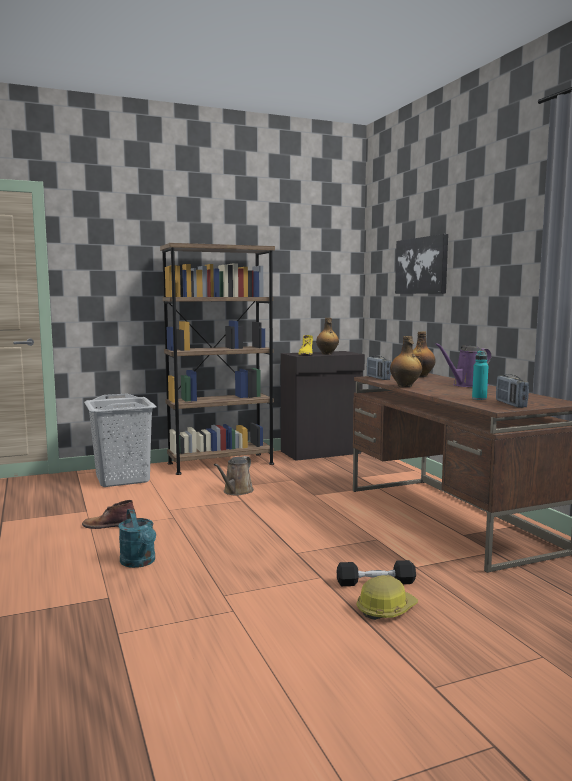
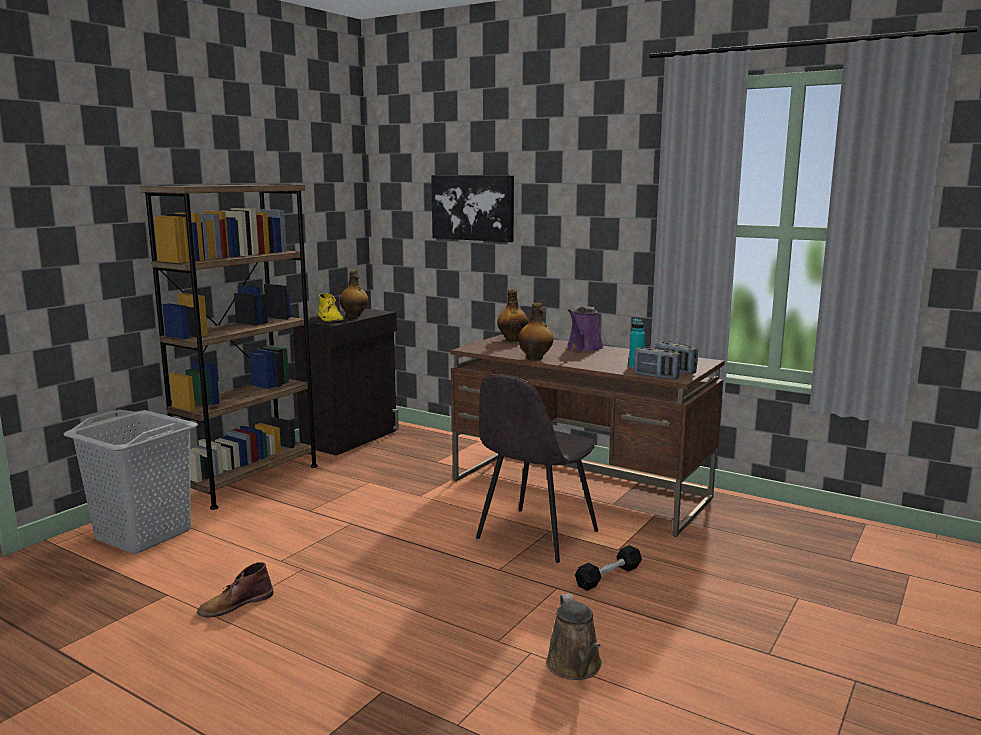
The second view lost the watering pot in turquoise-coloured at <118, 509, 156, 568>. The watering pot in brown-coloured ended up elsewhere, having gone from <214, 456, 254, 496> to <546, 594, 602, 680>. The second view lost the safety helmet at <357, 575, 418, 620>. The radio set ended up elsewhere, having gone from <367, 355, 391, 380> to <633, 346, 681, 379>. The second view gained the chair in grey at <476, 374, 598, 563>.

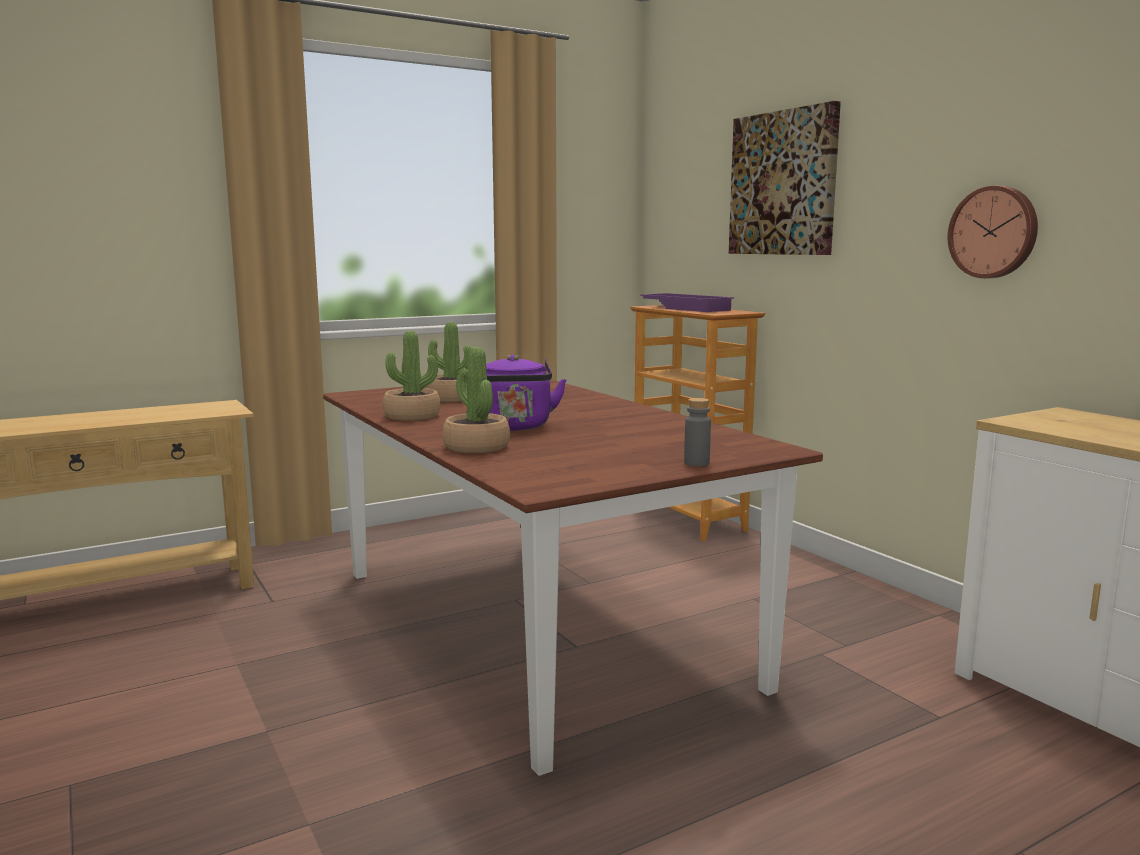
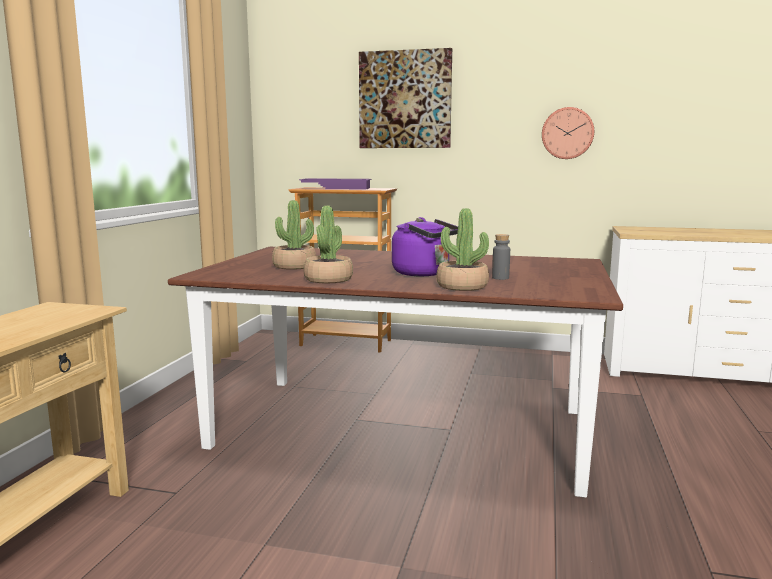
The bottle in grey ended up elsewhere, having gone from <684, 398, 711, 466> to <492, 234, 510, 280>.

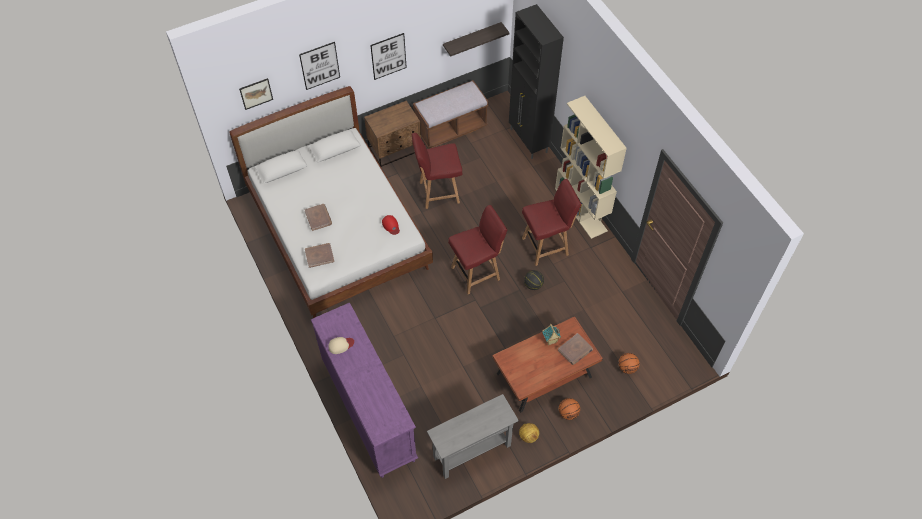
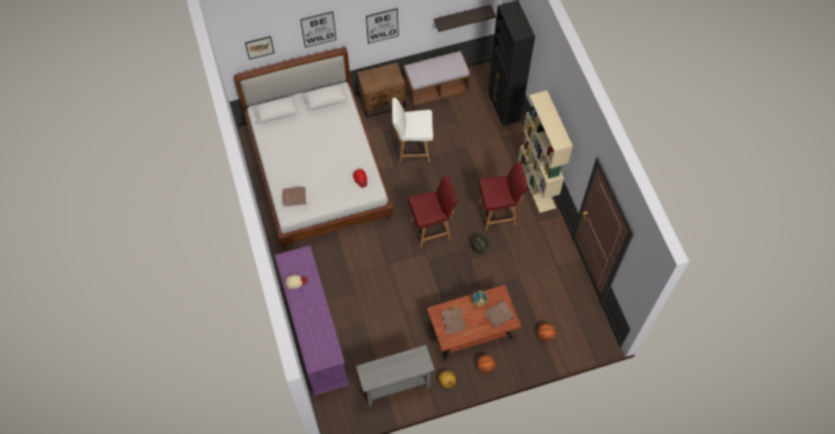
The book in brown-coloured ended up elsewhere, having gone from <305, 204, 332, 231> to <442, 308, 466, 334>. What was the chair in reddish at <412, 133, 463, 209> turned into the chair in white-coloured at <392, 98, 433, 163>.

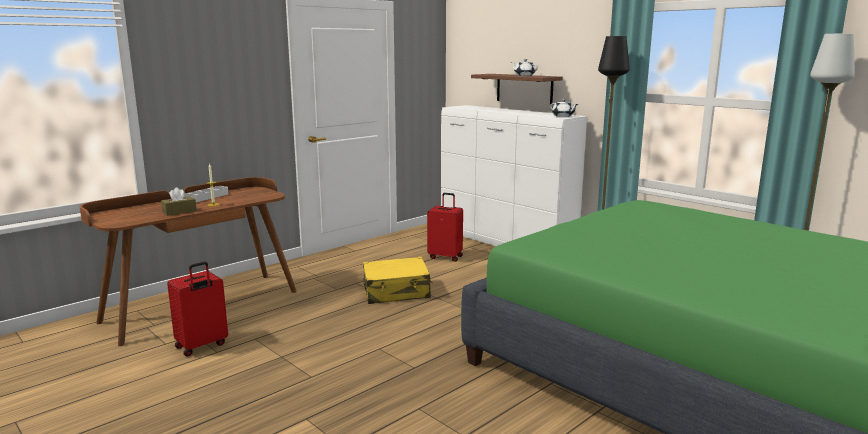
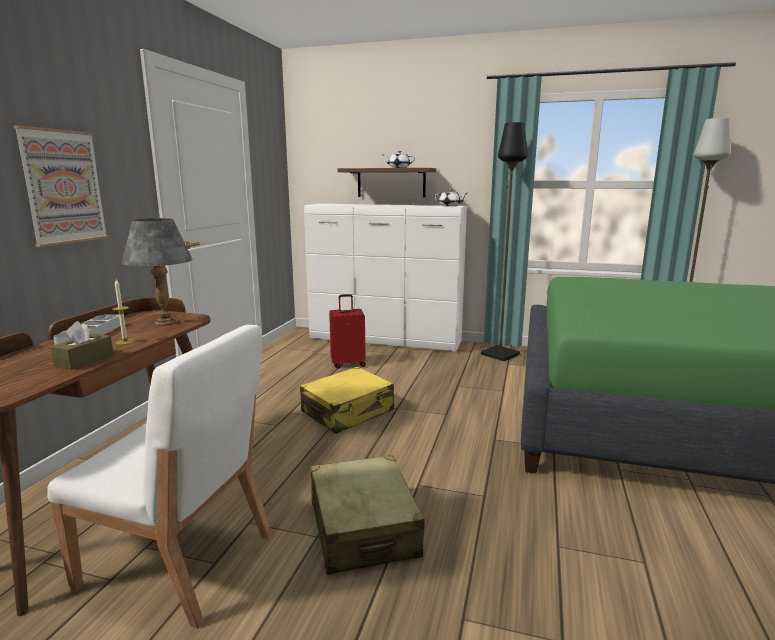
Where the suitcase in reddish stood at <167, 261, 228, 356>, the chair in white-coloured came to stand at <47, 325, 272, 628>. The second view gained the picture at <13, 125, 108, 247>. The second view gained the table lamp in grey at <122, 218, 193, 326>. The second view gained the suitcase in sand-coloured at <310, 455, 425, 575>.

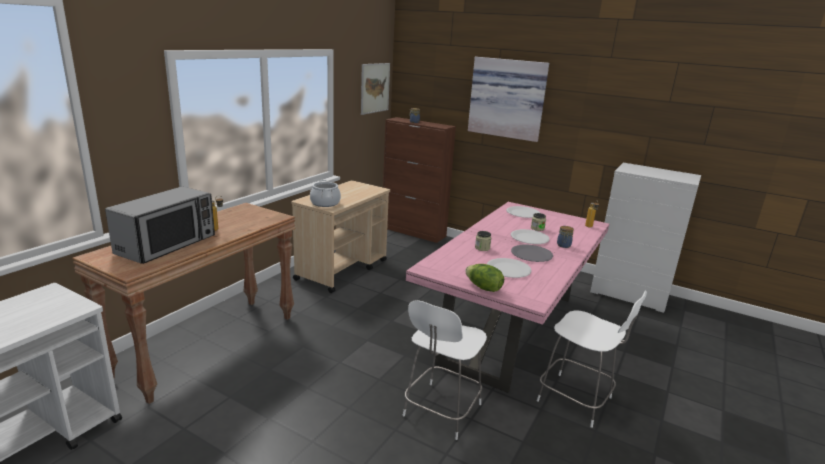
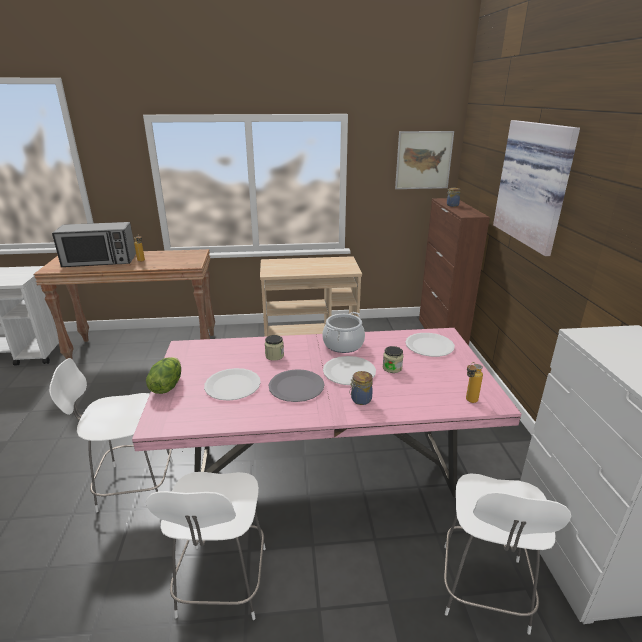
The saucepot ended up elsewhere, having gone from <310, 180, 341, 207> to <322, 312, 365, 353>. The second view gained the chair in white-coloured at <444, 473, 571, 634>.

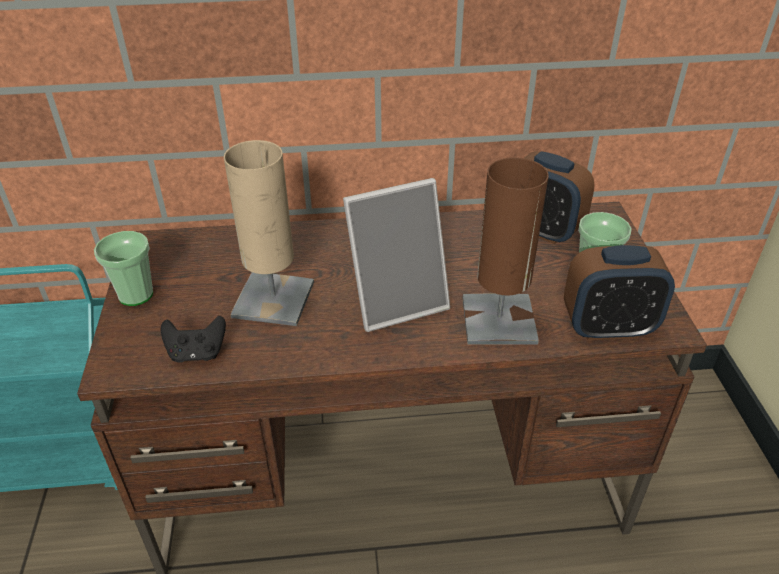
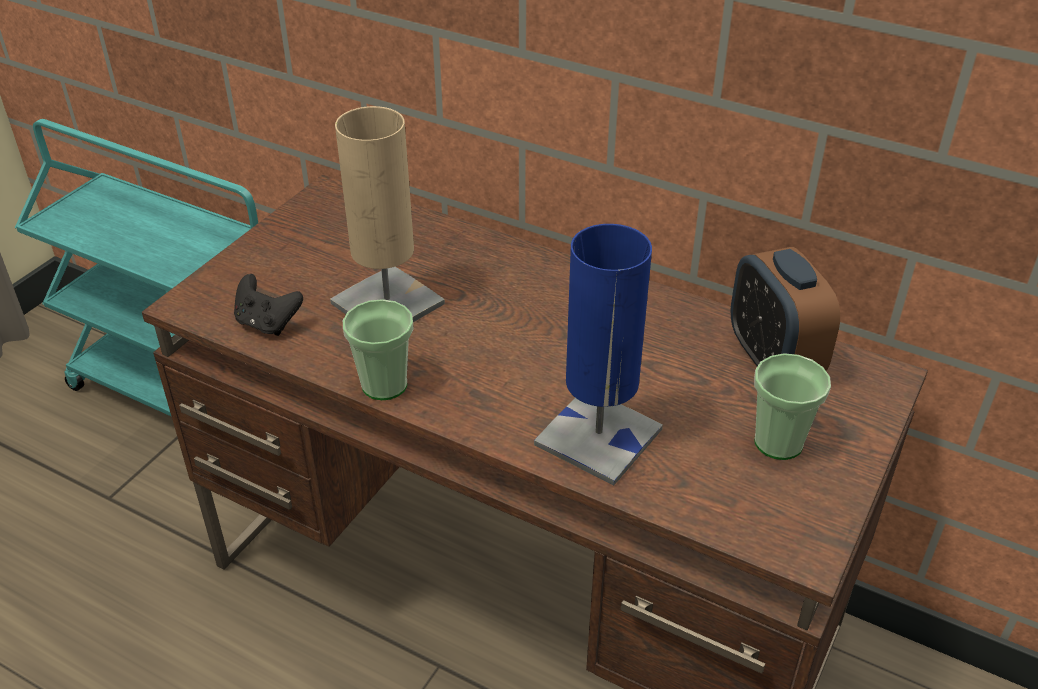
The small cup ended up elsewhere, having gone from <94, 231, 153, 306> to <343, 299, 413, 400>. The second view lost the standing frame at <343, 178, 450, 332>. What was the table lamp in brown-coloured at <462, 157, 549, 344> turned into the table lamp in bluish at <534, 224, 663, 486>. The second view lost the table clock at <564, 245, 675, 340>.

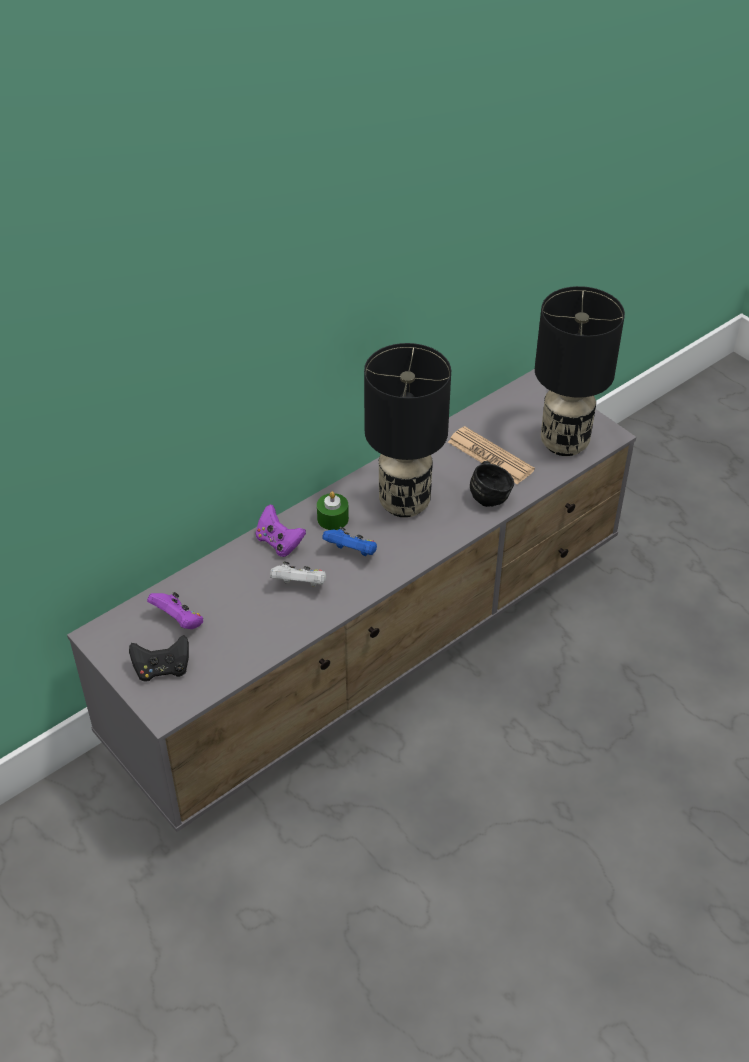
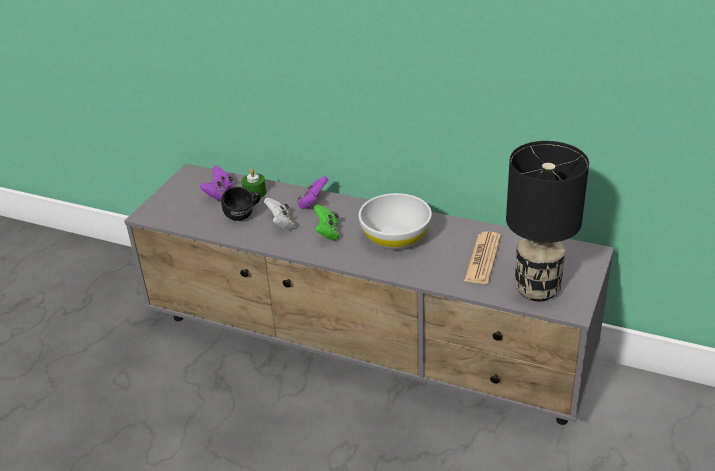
The second view lost the game controller in blackish at <129, 635, 189, 682>. The wax candle in greenish ended up elsewhere, having gone from <317, 492, 349, 530> to <242, 169, 266, 199>. What was the game controller in bluish at <322, 527, 377, 556> turned into the game controller in greenish at <314, 204, 339, 241>. Where the table lamp in blackish stood at <364, 343, 451, 518>, the deep dish in white-coloured came to stand at <359, 193, 432, 250>. The tea mug in blackish ended up elsewhere, having gone from <470, 461, 514, 507> to <221, 187, 260, 221>.

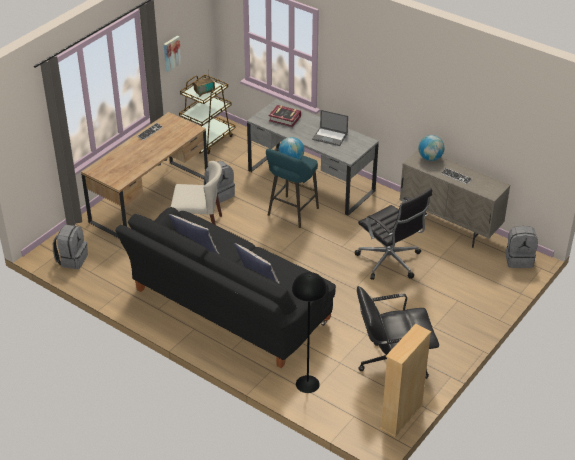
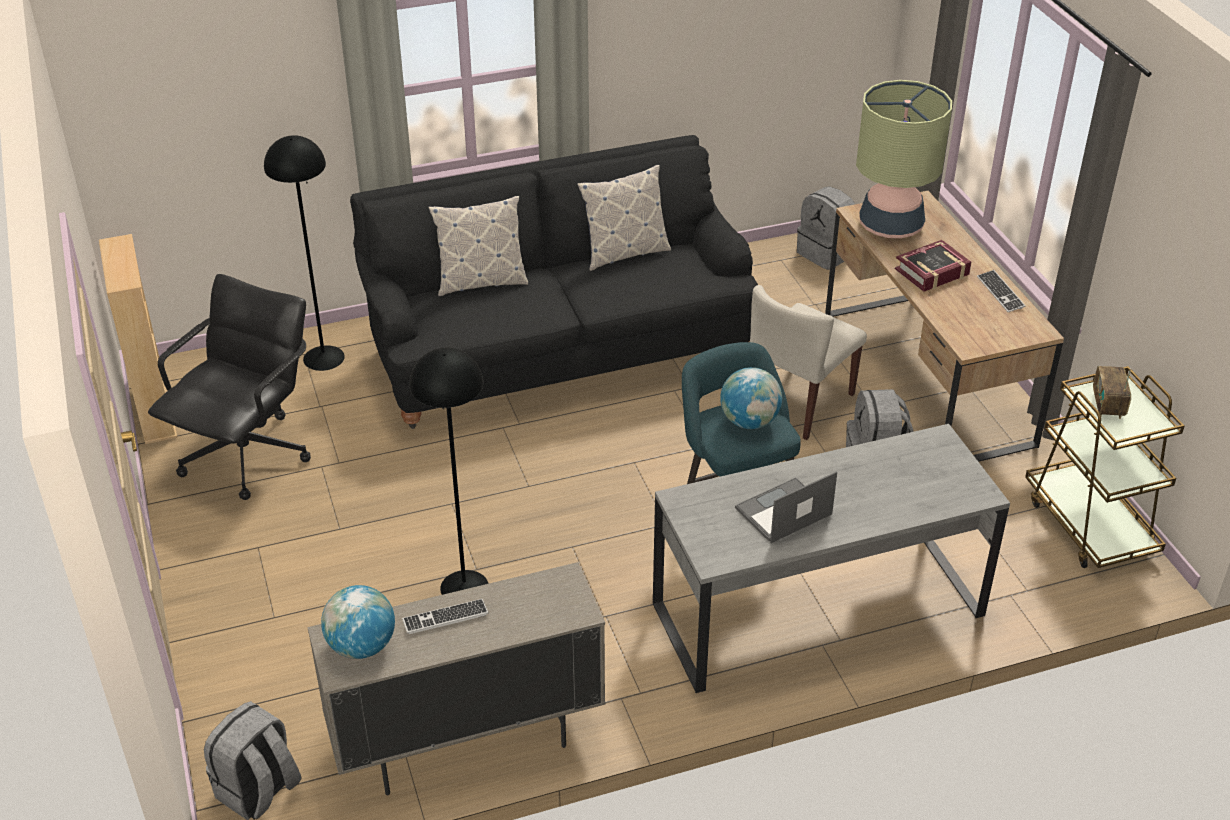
The second view lost the picture at <164, 36, 181, 72>. The book ended up elsewhere, having gone from <269, 105, 301, 127> to <895, 240, 971, 292>. Where the computer chair in blackish stood at <355, 188, 432, 280>, the standard lamp in blackish came to stand at <410, 347, 489, 595>. The world globe ended up elsewhere, having gone from <418, 135, 444, 161> to <321, 585, 395, 659>. The second view gained the table lamp at <856, 80, 952, 238>.

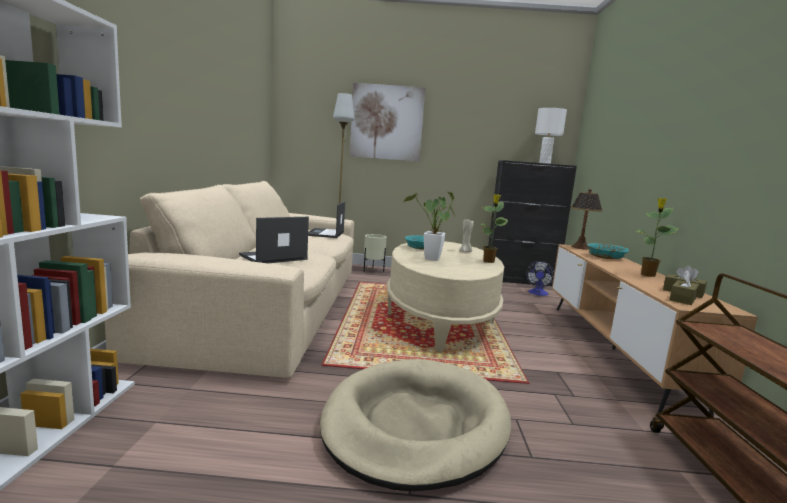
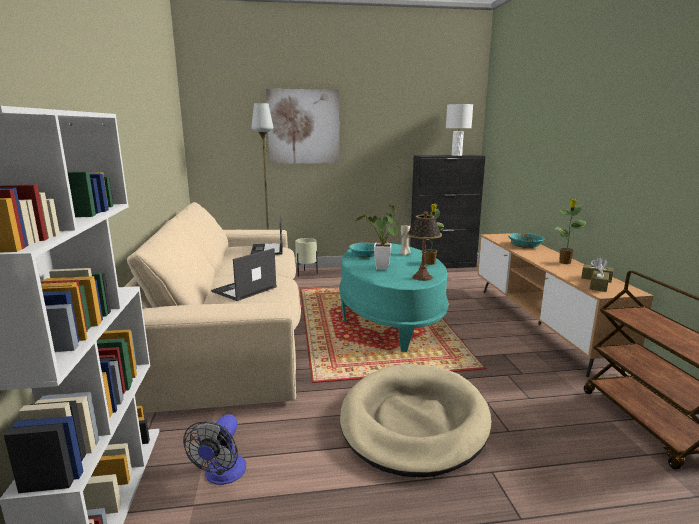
What was the low table in sand-coloured at <387, 241, 504, 352> turned into the low table in turquoise-coloured at <339, 244, 449, 352>. The electric fan ended up elsewhere, having gone from <526, 261, 554, 296> to <183, 414, 246, 485>. The table lamp ended up elsewhere, having gone from <571, 189, 603, 250> to <407, 212, 442, 281>.

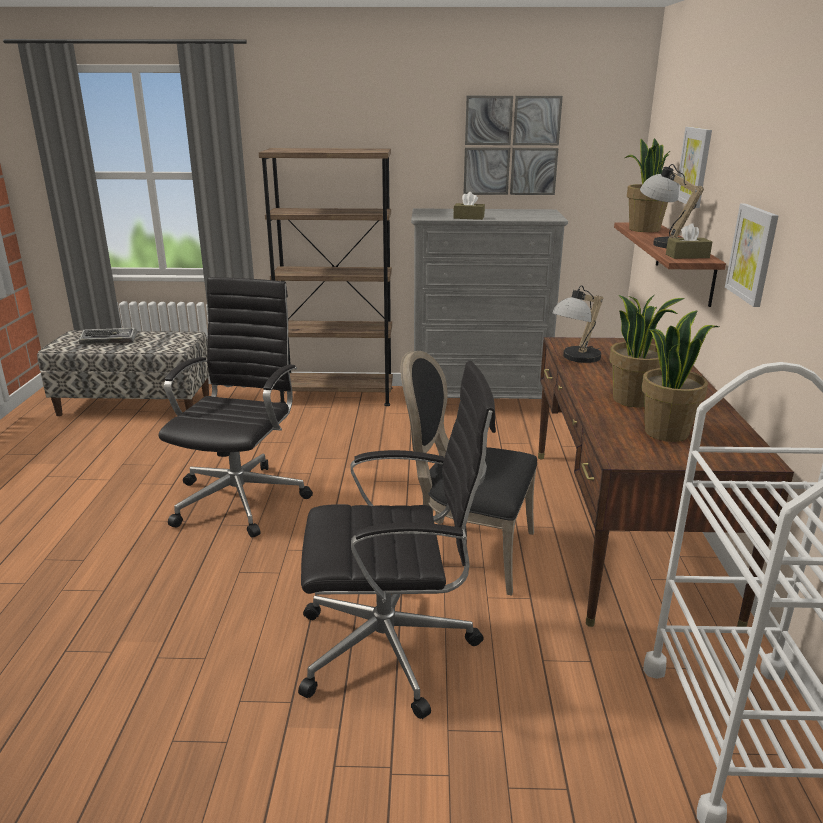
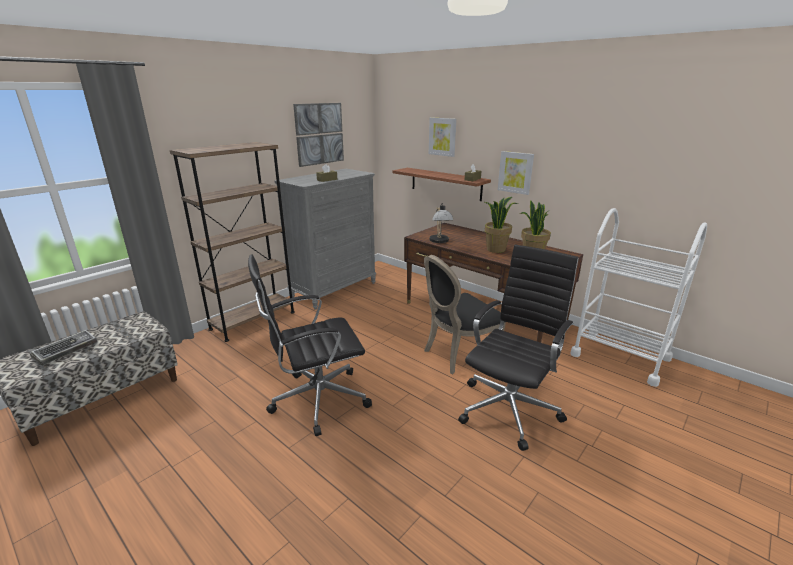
The computer chair in blackish at <159, 277, 313, 538> ended up facing another way, 75 degrees counterclockwise from before. The second view lost the plant in a pot at <625, 138, 670, 232>. The second view lost the table lamp at <640, 164, 704, 248>.

